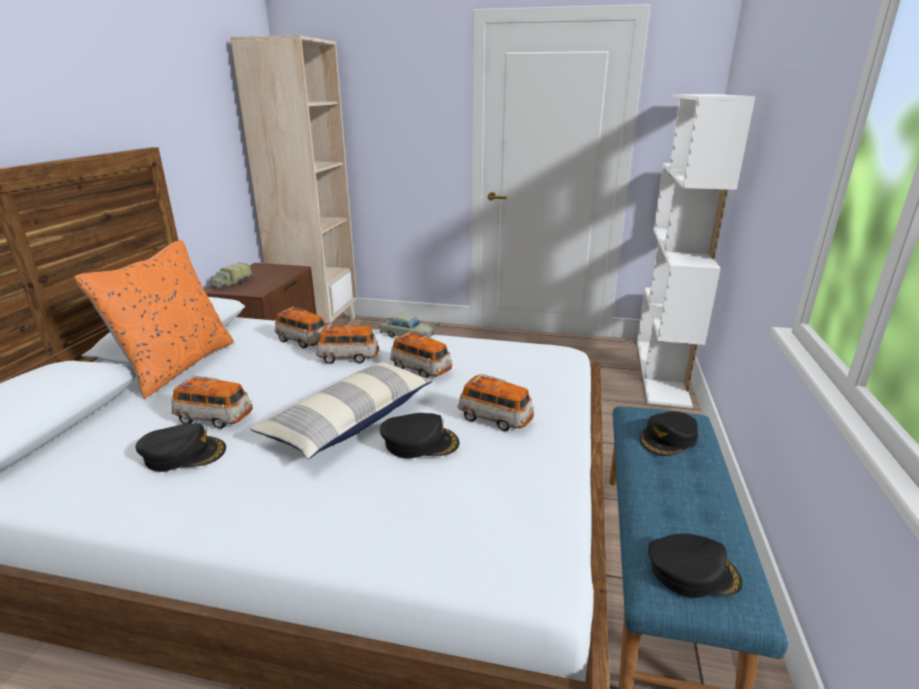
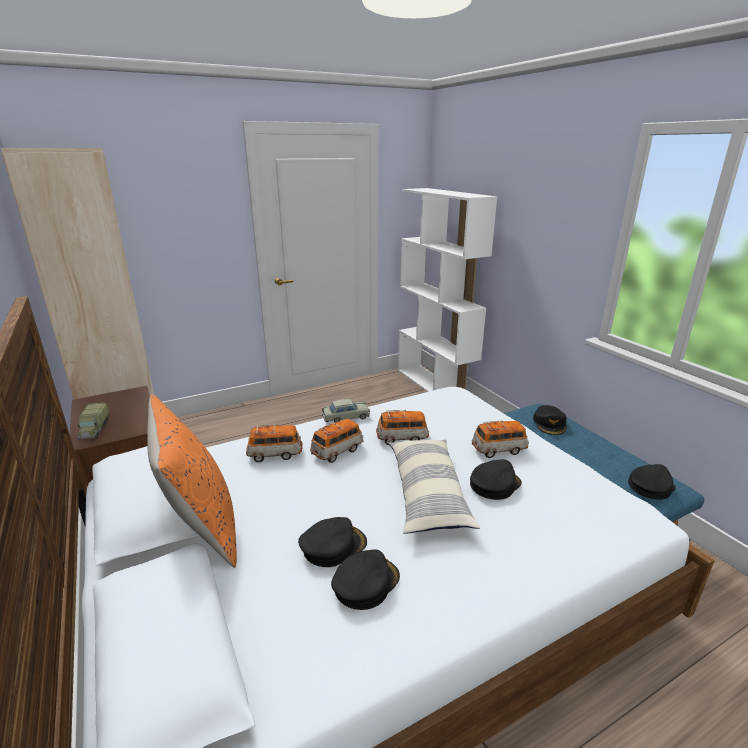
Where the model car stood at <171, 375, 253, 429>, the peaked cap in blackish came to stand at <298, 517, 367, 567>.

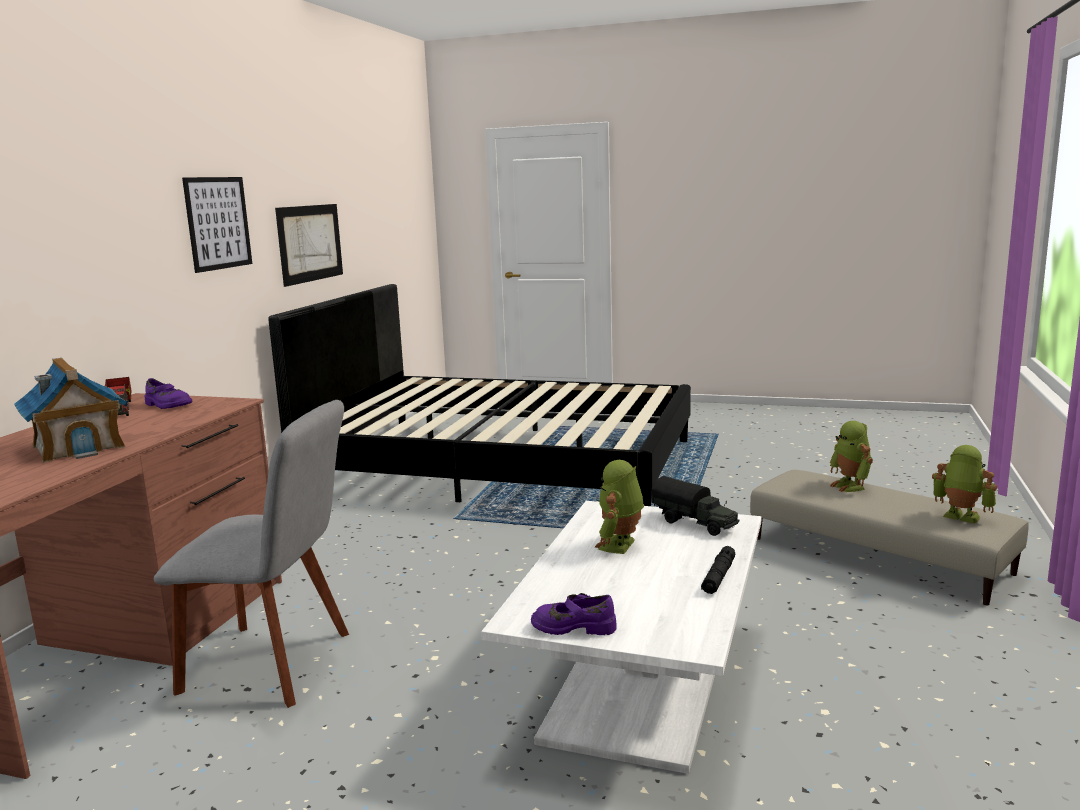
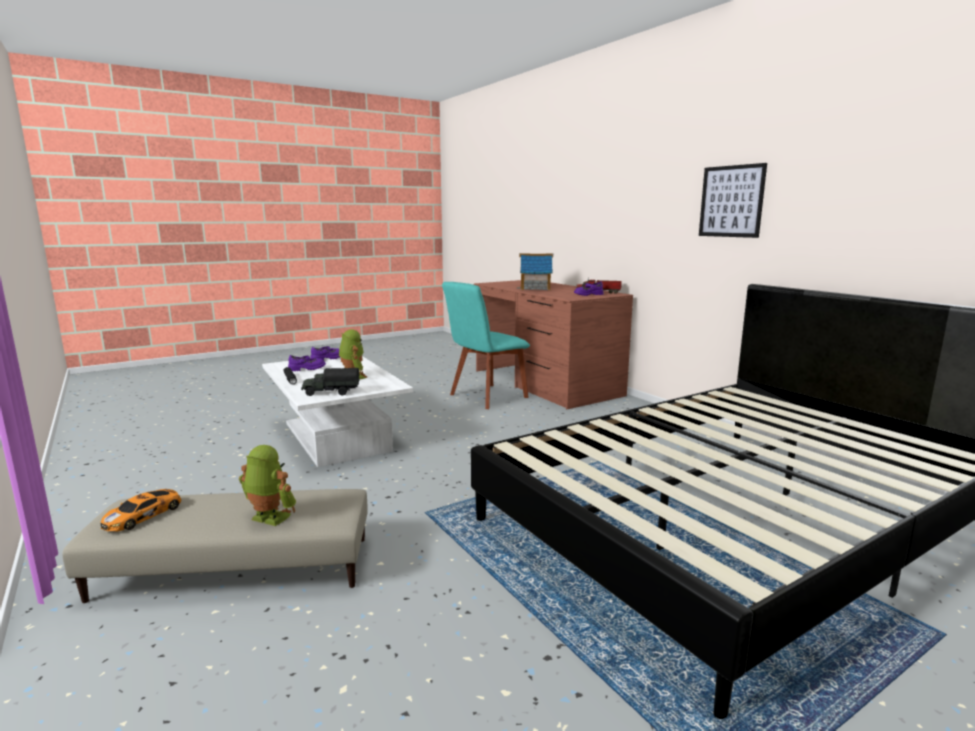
What was the chair in grey at <154, 400, 349, 708> turned into the chair in turquoise-coloured at <442, 282, 530, 409>. The second view lost the picture at <275, 204, 343, 287>. Where the robot figure stood at <932, 445, 997, 524>, the model car came to stand at <101, 489, 182, 532>. The second view gained the item of footwear in purple-coloured at <288, 355, 326, 371>.

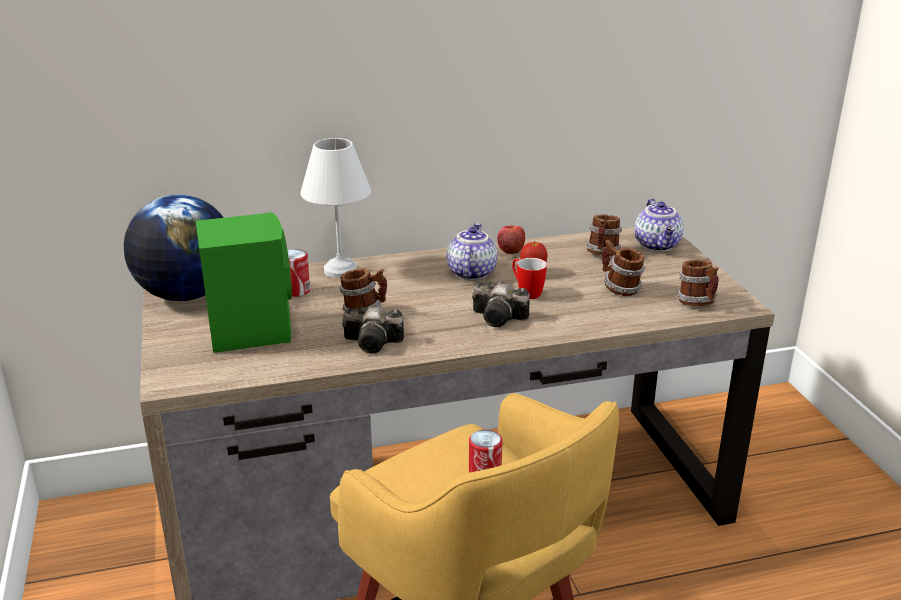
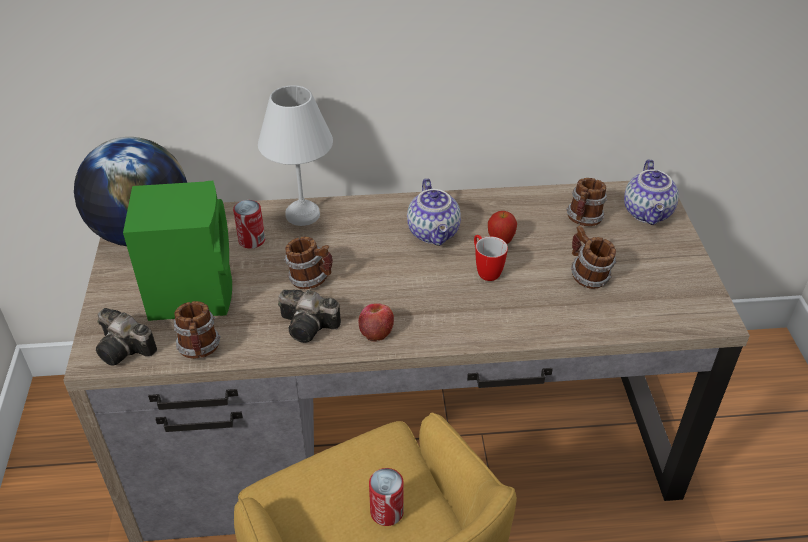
The pot for tea at <447, 223, 497, 280> ended up facing another way, 150 degrees clockwise from before. The still camera ended up elsewhere, having gone from <472, 281, 530, 327> to <96, 308, 157, 365>. The apple ended up elsewhere, having gone from <497, 226, 525, 254> to <359, 303, 394, 341>. The tea mug ended up elsewhere, having gone from <677, 260, 719, 306> to <173, 301, 221, 359>.

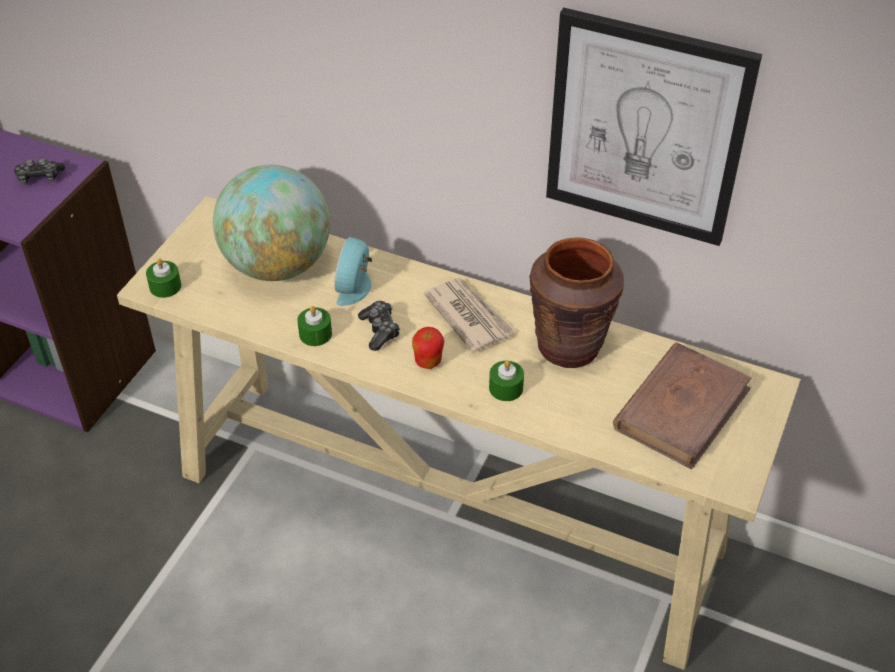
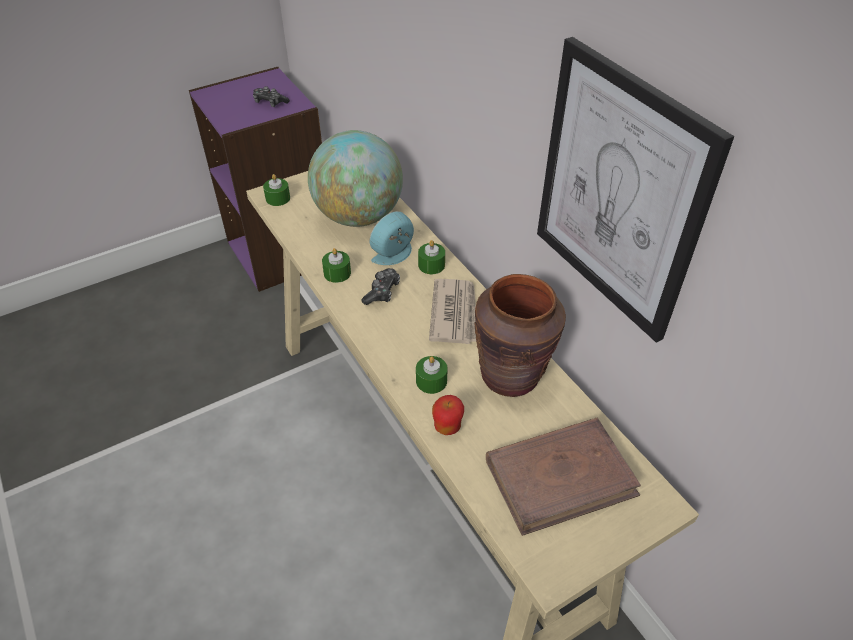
The apple ended up elsewhere, having gone from <412, 327, 444, 369> to <432, 395, 464, 435>. The second view gained the wax candle in greenish at <418, 240, 445, 274>.

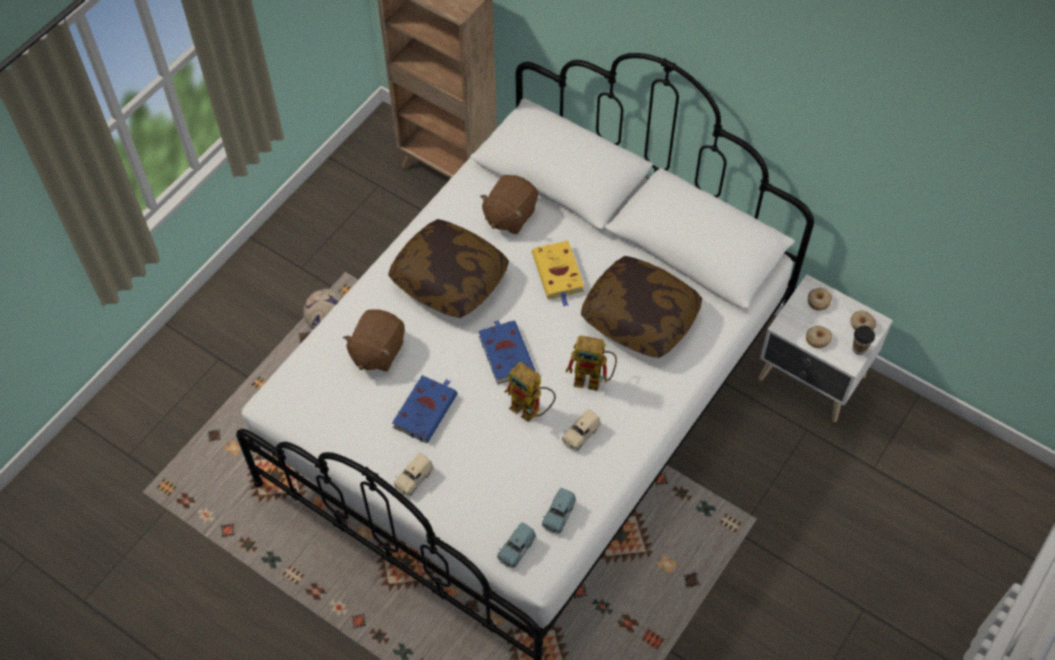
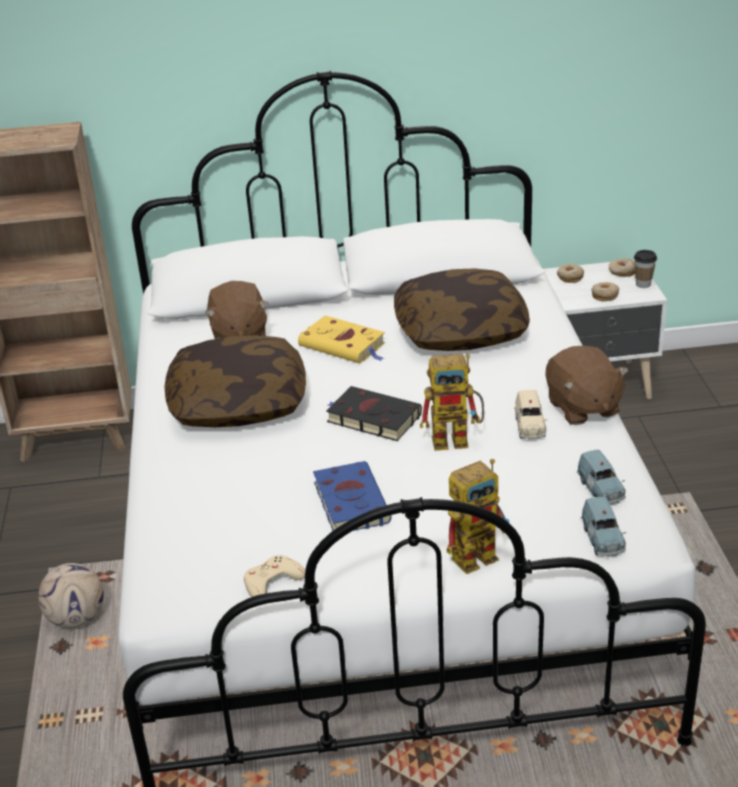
The soft toy in brown-coloured ended up elsewhere, having gone from <343, 309, 405, 371> to <545, 346, 629, 425>. The second view lost the model car in sand-coloured at <394, 453, 434, 496>. What was the book in bluish at <479, 320, 535, 384> turned into the book in blackish at <326, 386, 422, 441>. The robot figure ended up elsewhere, having gone from <566, 335, 617, 391> to <447, 459, 509, 574>. The second view gained the game controller in sand-coloured at <244, 555, 305, 597>.

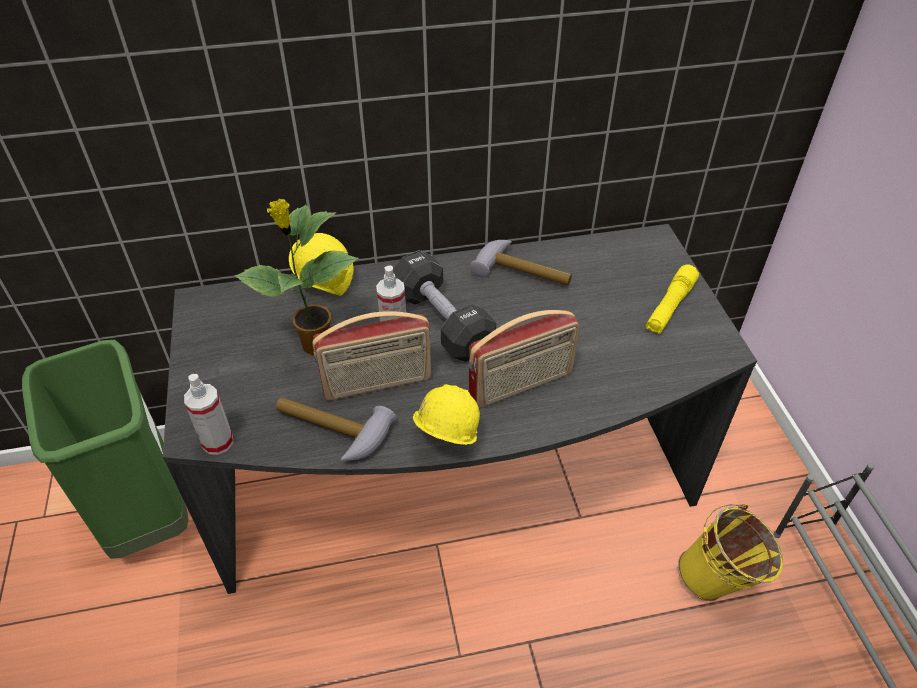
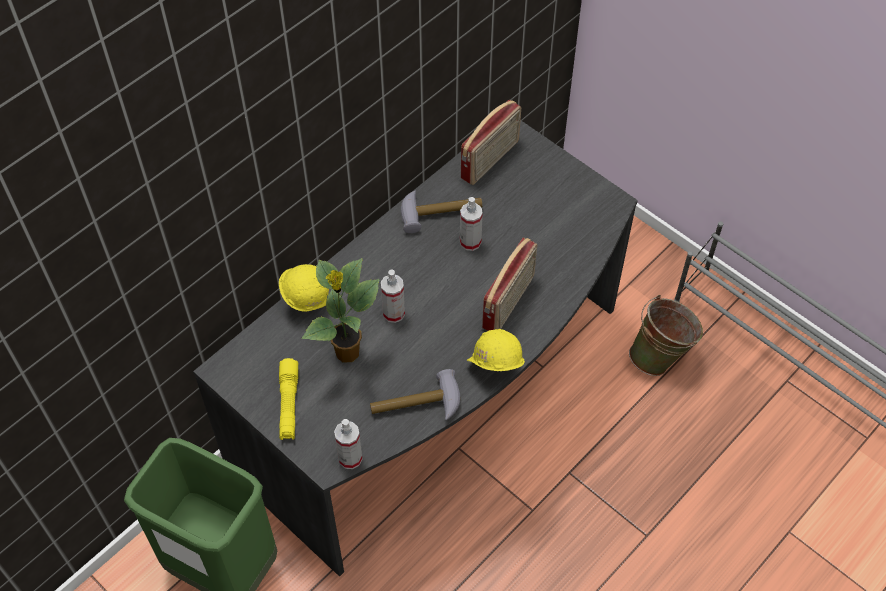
The radio set ended up elsewhere, having gone from <312, 311, 431, 400> to <461, 100, 521, 185>. The second view lost the hand weight in blackish at <393, 250, 496, 362>. The hand torch in yellow ended up elsewhere, having gone from <646, 264, 699, 334> to <279, 358, 298, 440>. What was the bucket in yellow at <678, 504, 783, 601> turned into the bucket in greenish at <629, 295, 703, 376>. The second view gained the sprayer at <460, 197, 483, 251>.

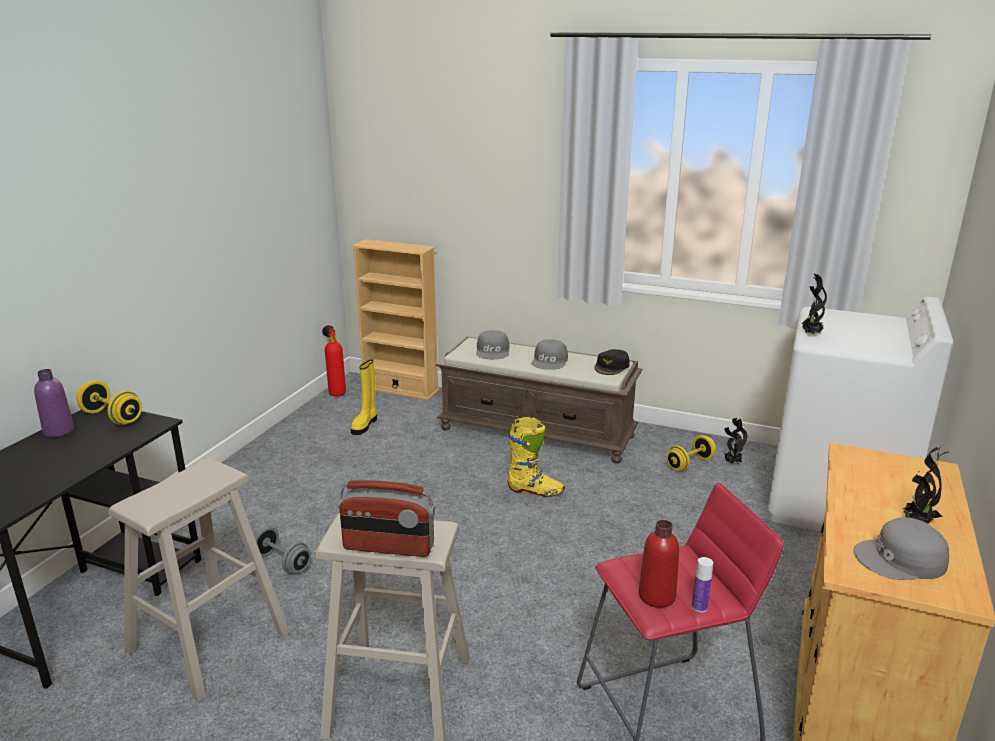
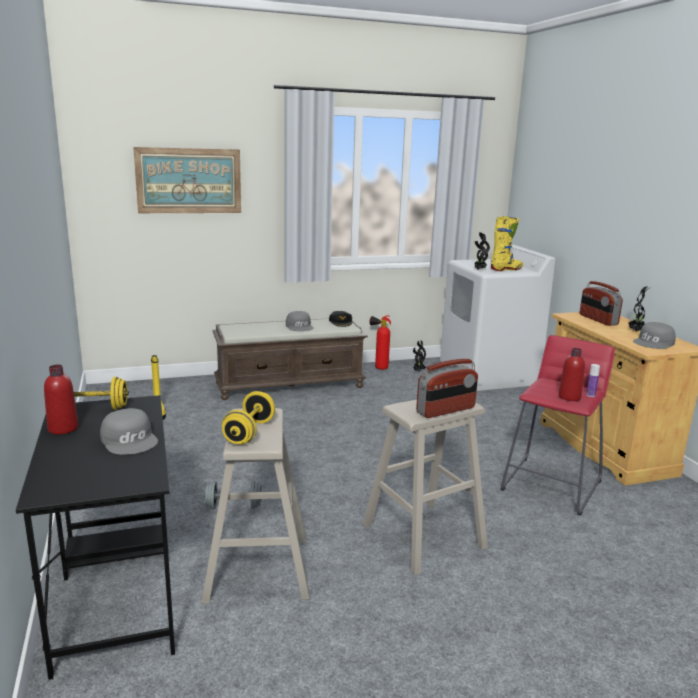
What was the bottle in purple-coloured at <34, 369, 74, 438> turned into the bottle in reddish at <44, 365, 79, 434>. The fire extinguisher ended up elsewhere, having gone from <322, 325, 346, 397> to <370, 315, 391, 370>. The second view lost the bookshelf in sand-coloured at <351, 239, 440, 401>. The peaked cap in grey ended up elsewhere, having gone from <476, 330, 509, 359> to <100, 408, 158, 455>. The high-top boot in yellow ended up elsewhere, having gone from <507, 417, 565, 497> to <491, 216, 523, 271>. The hand weight in yellow ended up elsewhere, having gone from <666, 435, 716, 471> to <222, 391, 275, 444>. The second view gained the picture at <133, 147, 241, 213>. The second view gained the radio set at <580, 281, 623, 326>.

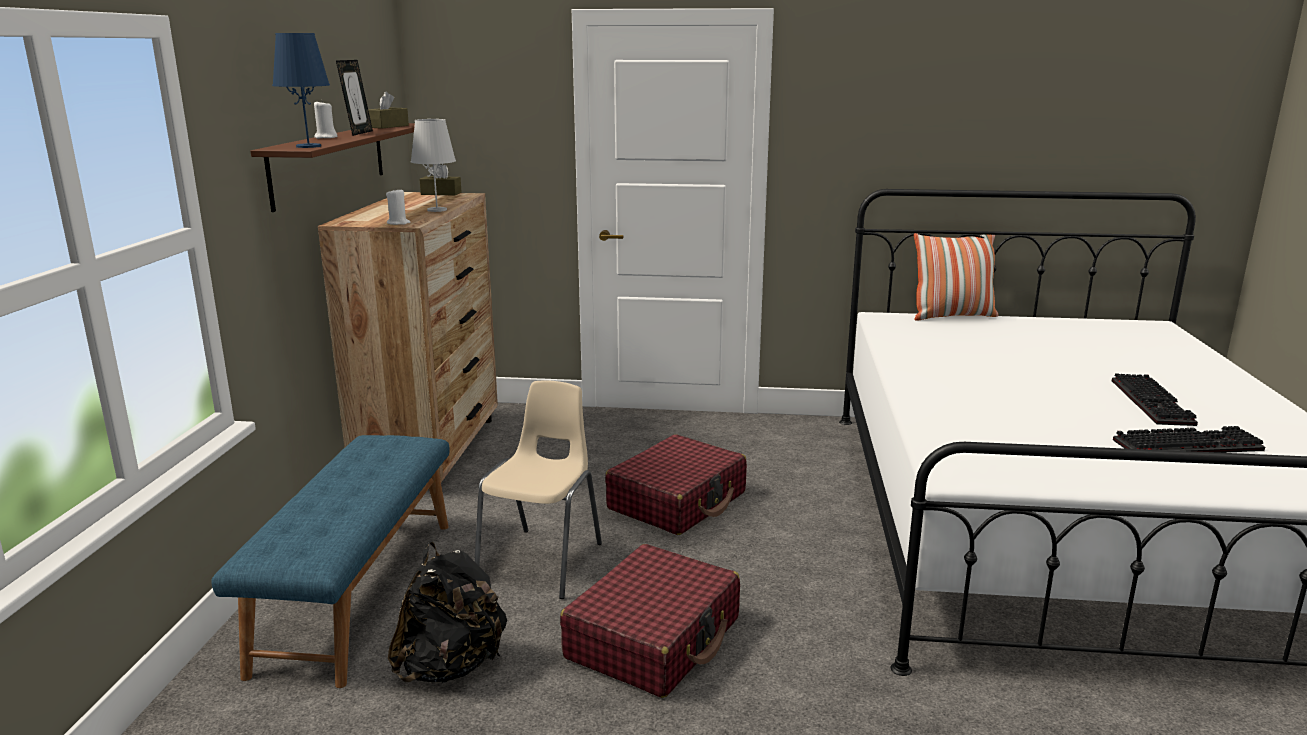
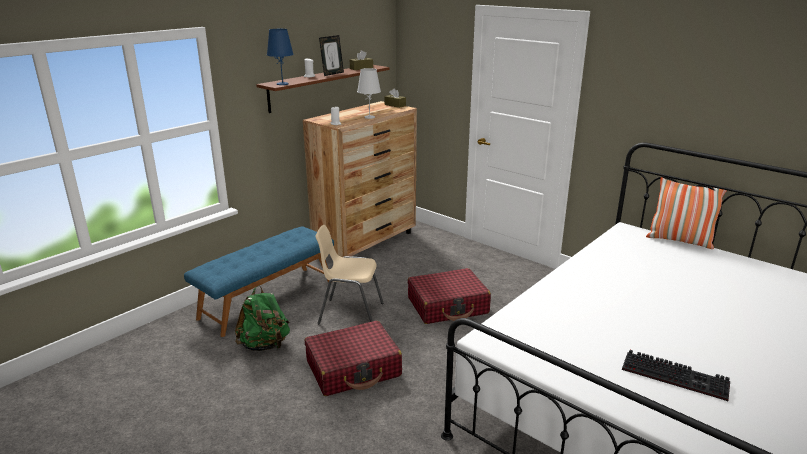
What was the backpack in blackish at <388, 542, 507, 683> turned into the backpack in greenish at <235, 285, 290, 351>. The chair in sand-coloured at <474, 380, 602, 599> ended up facing another way, 135 degrees counterclockwise from before. The second view lost the PC keyboard at <1112, 373, 1198, 426>.

